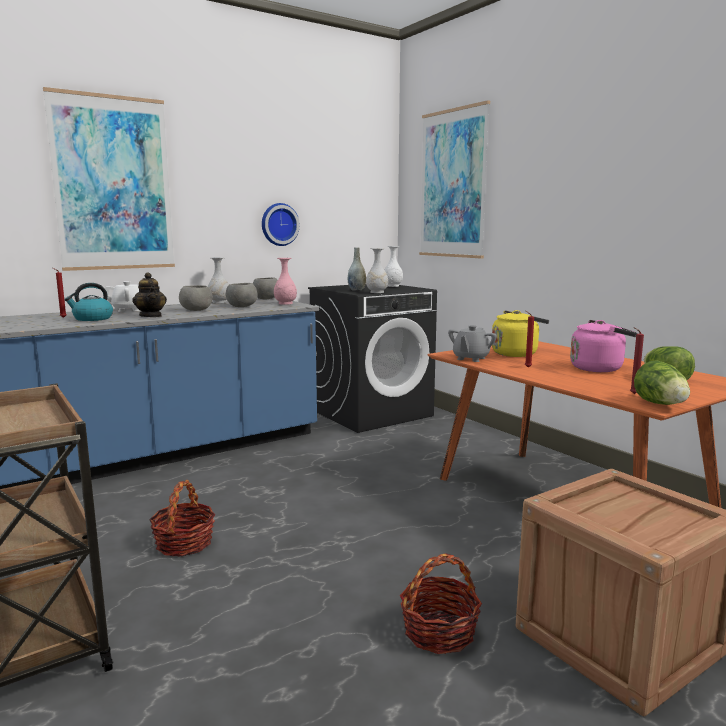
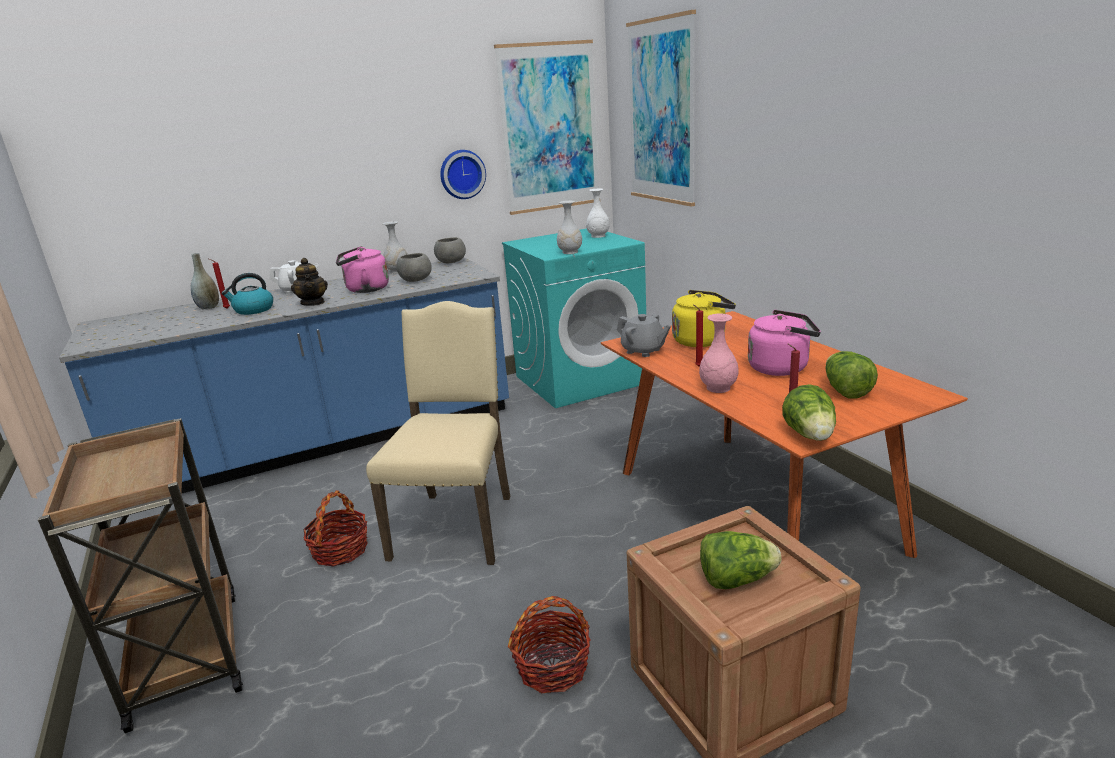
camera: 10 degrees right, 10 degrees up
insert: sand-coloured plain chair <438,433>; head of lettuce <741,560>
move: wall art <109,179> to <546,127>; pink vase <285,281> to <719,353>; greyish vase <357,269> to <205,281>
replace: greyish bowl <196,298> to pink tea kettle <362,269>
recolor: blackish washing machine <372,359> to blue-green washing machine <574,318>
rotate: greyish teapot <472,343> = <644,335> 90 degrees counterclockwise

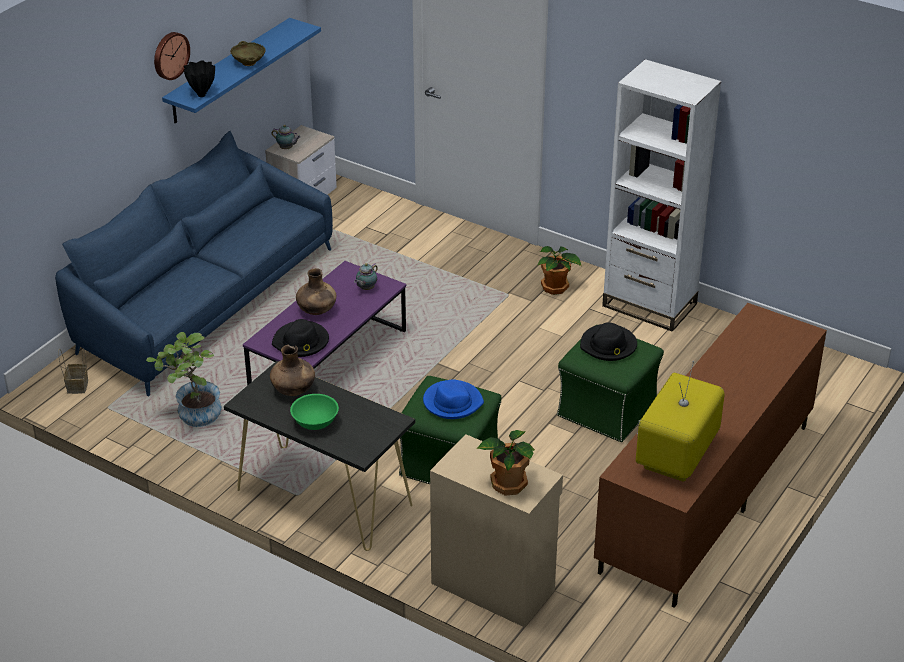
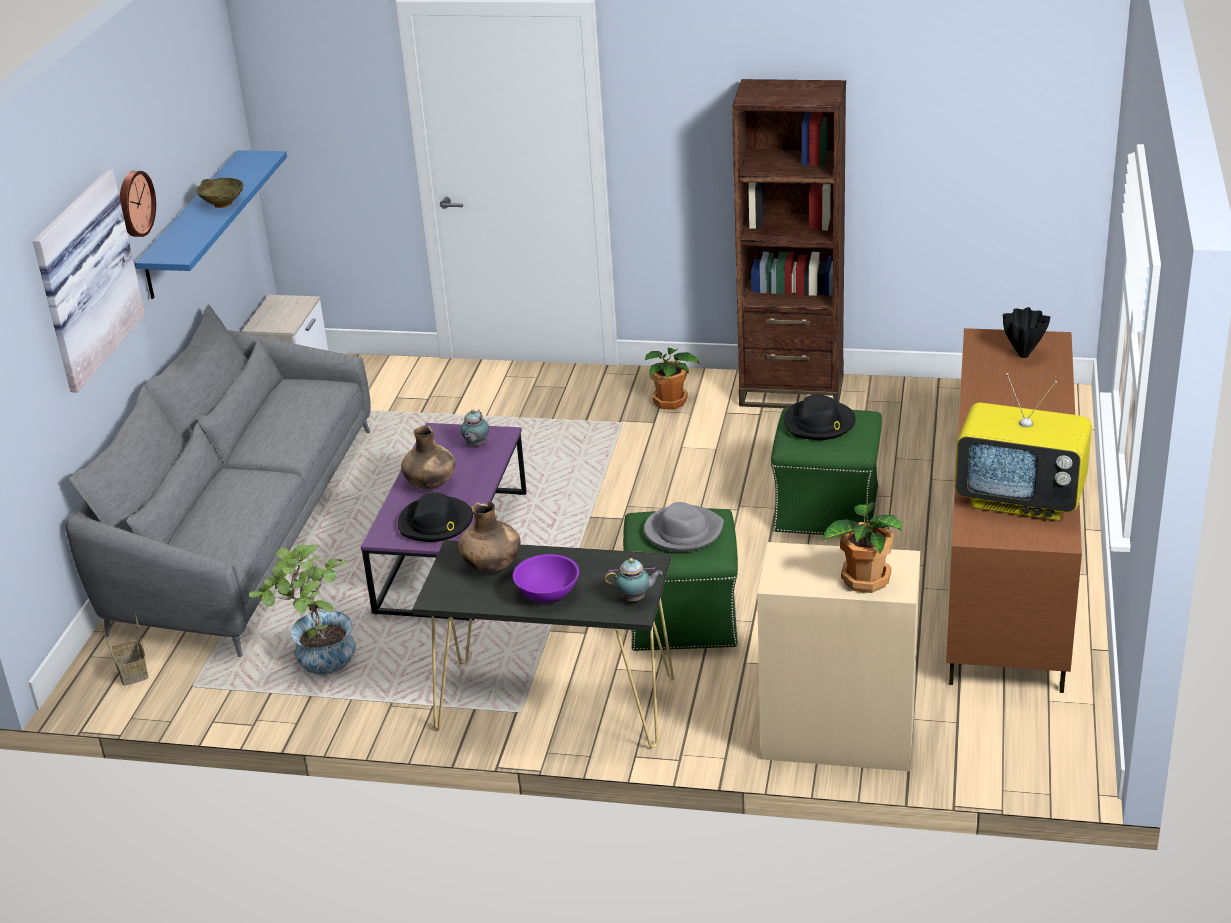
camera: 20 degrees left, 5 degrees down
insert: wall art <89,281>
move: blackish vase <199,78> to <1026,332>; teapot <286,137> to <633,579>
recolor: blue-coloured sofa <194,264> to greyish sofa <218,480>; green bowl <314,412> to purple bowl <546,578>; blue-coloured wearable hat <453,399> to greyish wearable hat <684,527>; whitish bookcase <661,195> to brown-coloured bookcase <789,243>
rotate: television <680,421> = <1023,447> 75 degrees counterclockwise

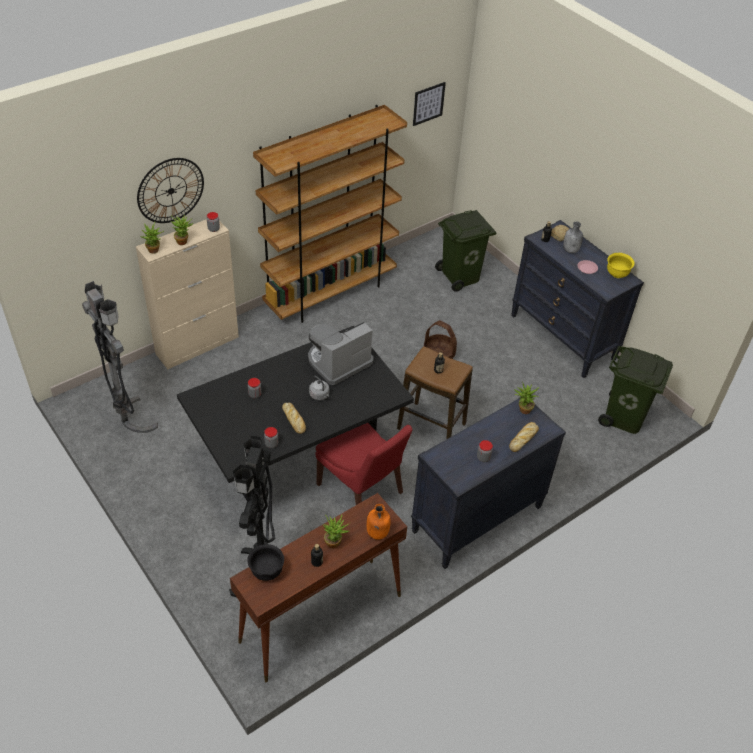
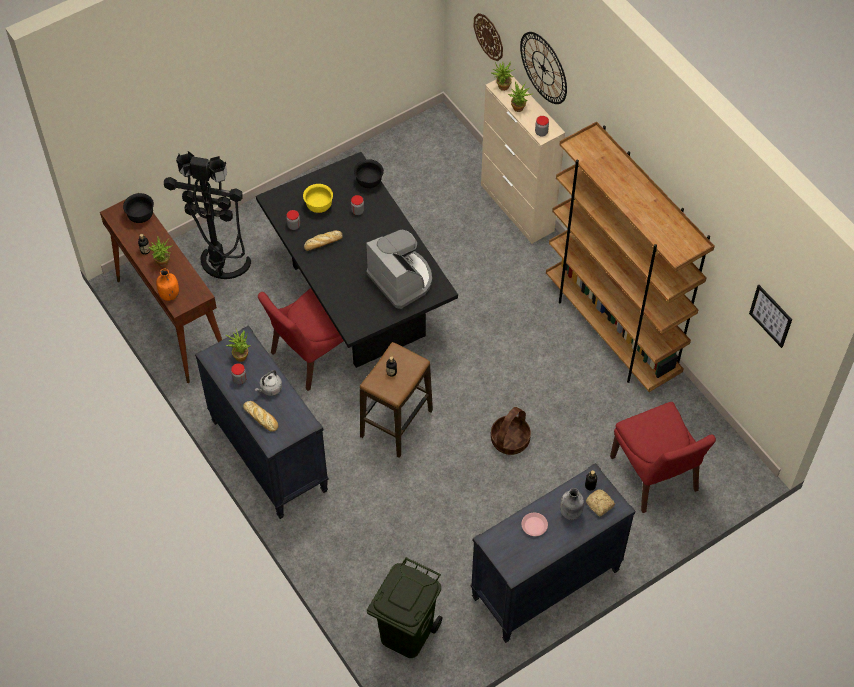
camera: 95 degrees right, 10 degrees up
delete: greyish standard lamp <120,357>
insert: blackish bowl <369,173>; wall clock <488,37>
move: greyish tea kettle <319,388> to <268,383>; plant in a pot <526,398> to <238,345>; yellow-coloured bowl <621,265> to <318,198>
replace: green rubbish bin <466,251> to red-coloured plain chair <663,457>

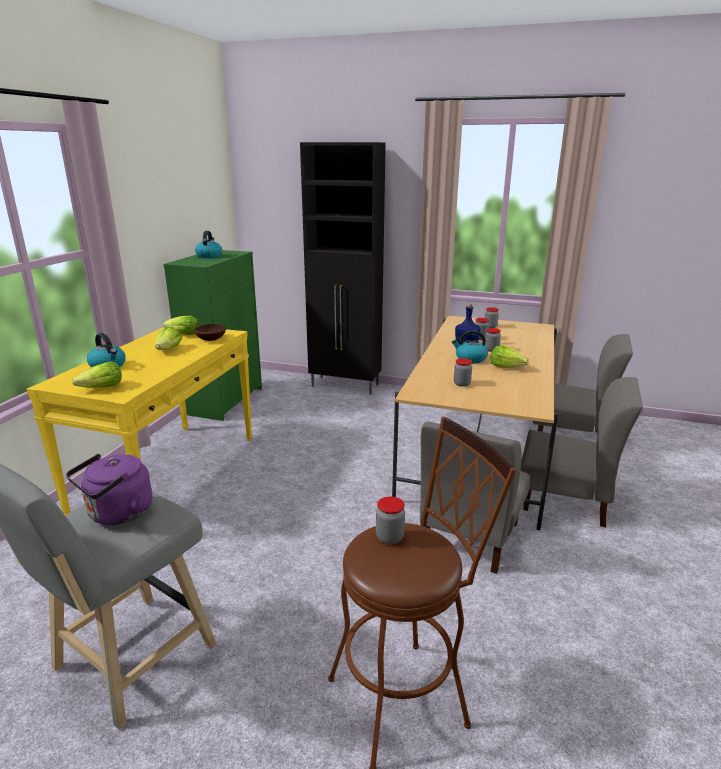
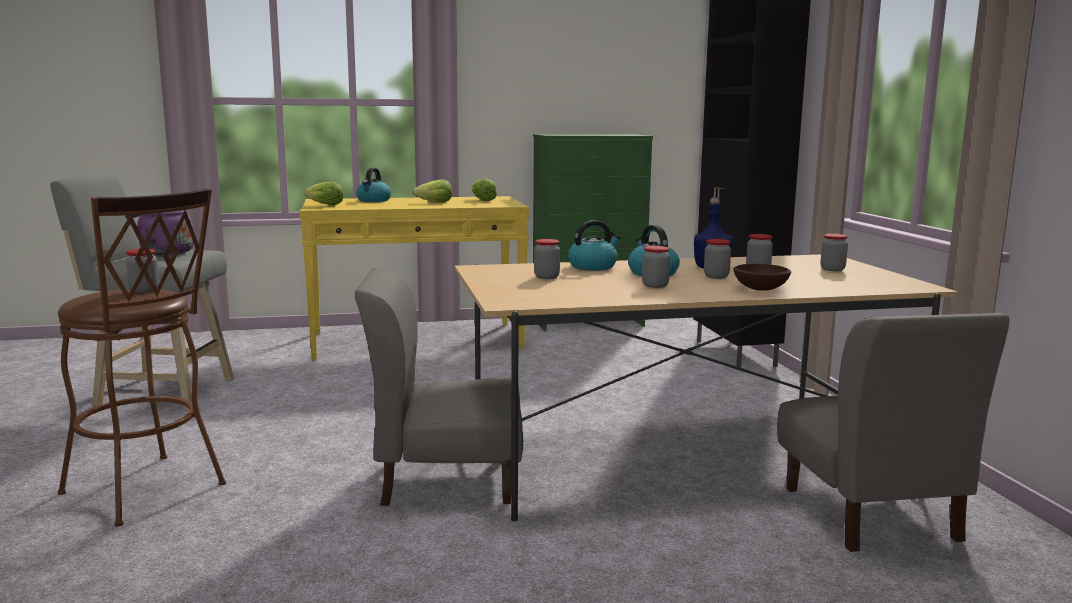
camera: 60 degrees right, 10 degrees down
delete: greyish plain chair <581,452>
move: brown-coloured bowl <210,332> to <762,277>; tea kettle <208,244> to <594,245>
replace: head of lettuce <509,356> to jar <656,267>

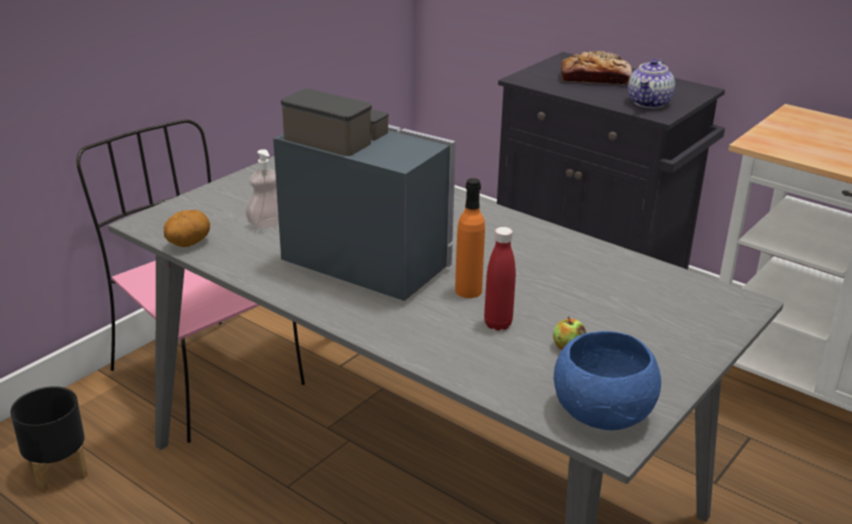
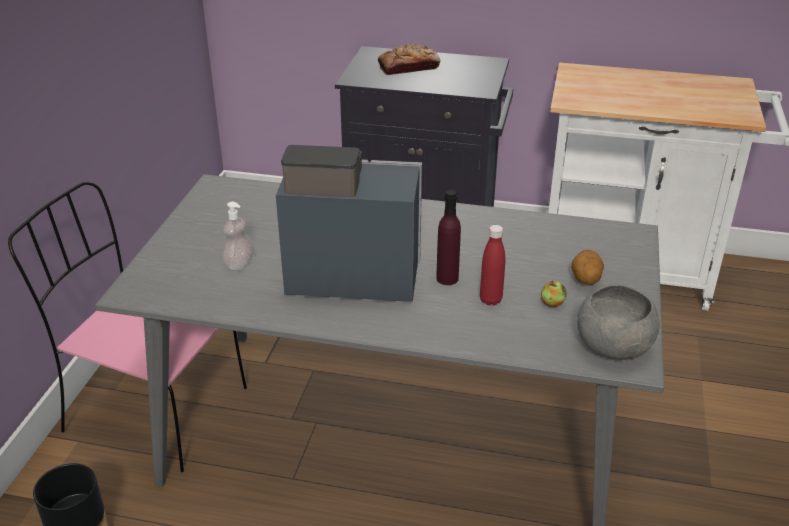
camera: 25 degrees left, 5 degrees up
delete: teapot <651,83>
move: potato <187,228> to <587,267>
recolor: orange-coloured beverage bottle <470,238> to purple beverage bottle <448,237>; blue-coloured bowl <607,380> to greyish bowl <618,322>

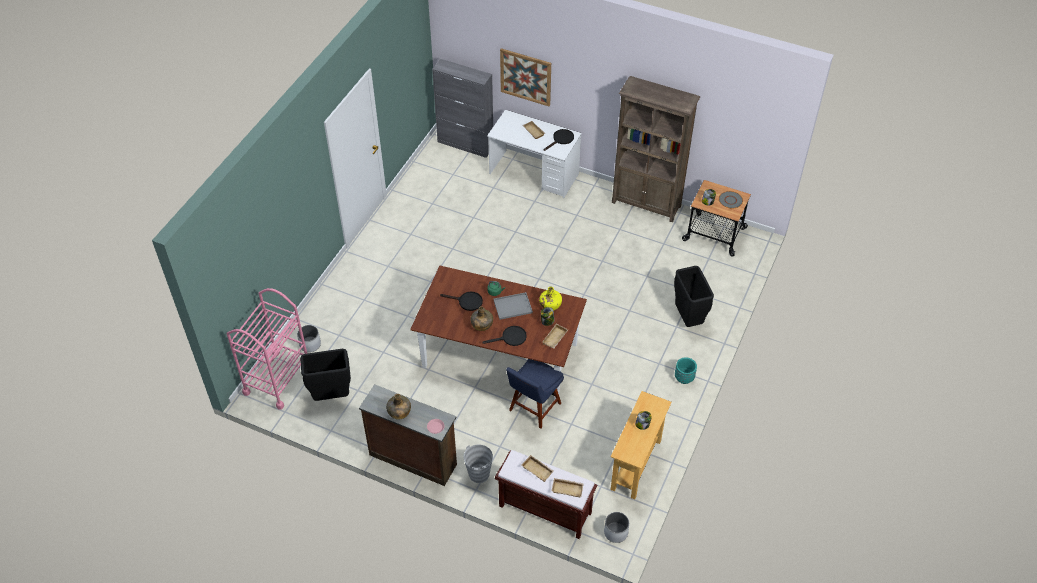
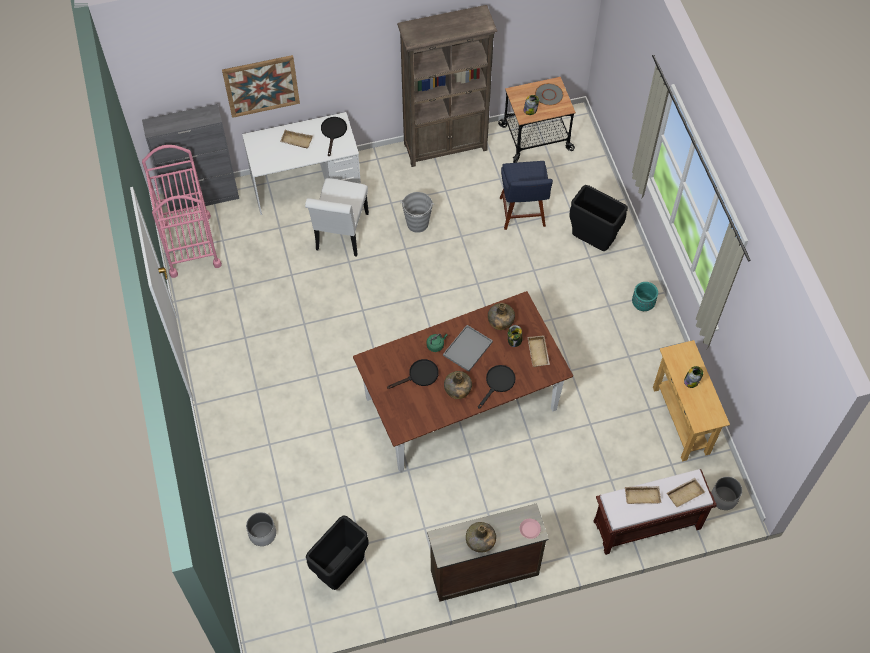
camera: 40 degrees left, 10 degrees up
insert: whitish plain chair <337,217>
move: pink trolley <267,349> to <182,211>; greyish bucket <478,463> to <417,212>; blue-coloured plain chair <535,394> to <526,195>
recolor: yellow-coloured beverage bottle <550,298> to green beverage bottle <501,316>

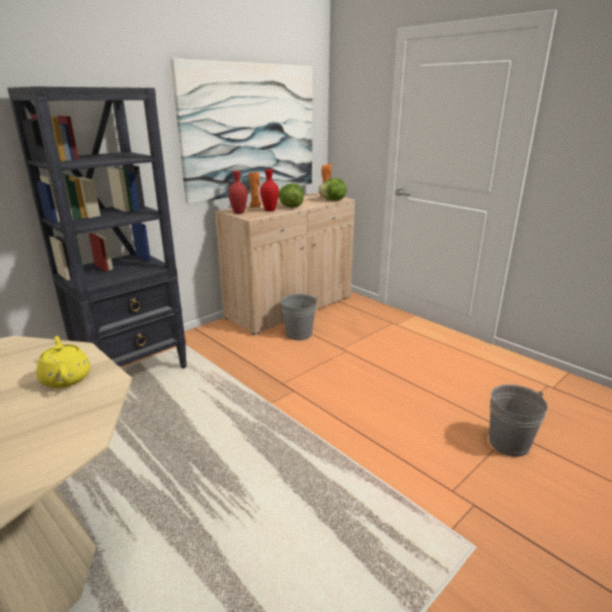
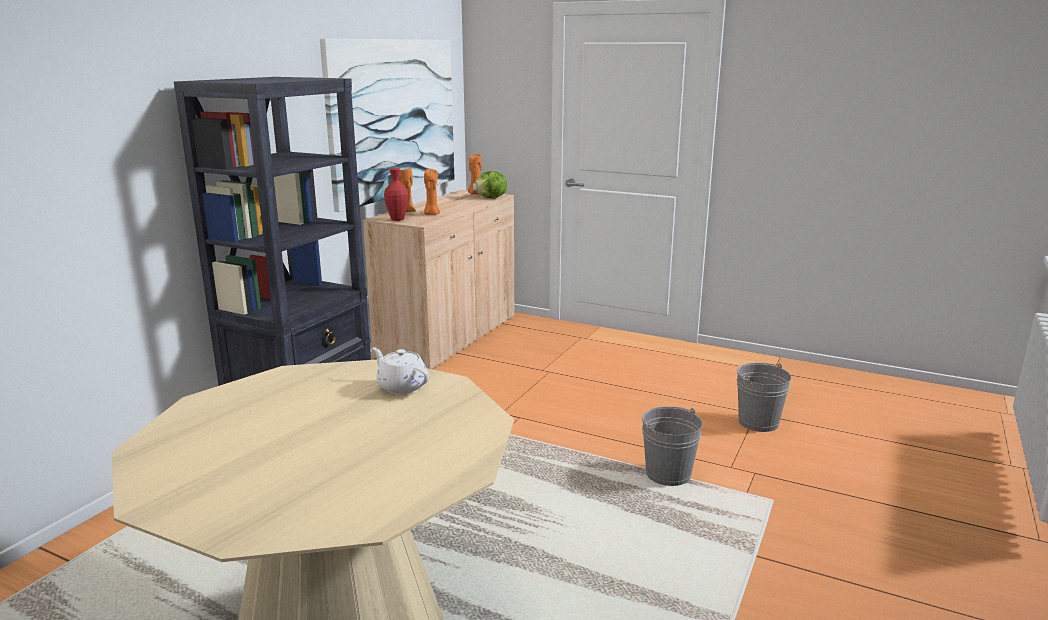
camera: 20 degrees left, 5 degrees down
delete: head of lettuce <291,195>
move: greyish bucket <298,317> to <672,446>
replace: red-coloured vase <269,190> to orange-coloured wax candle <432,192>
recolor: yellow-coloured teapot <63,362> to whitish teapot <401,371>

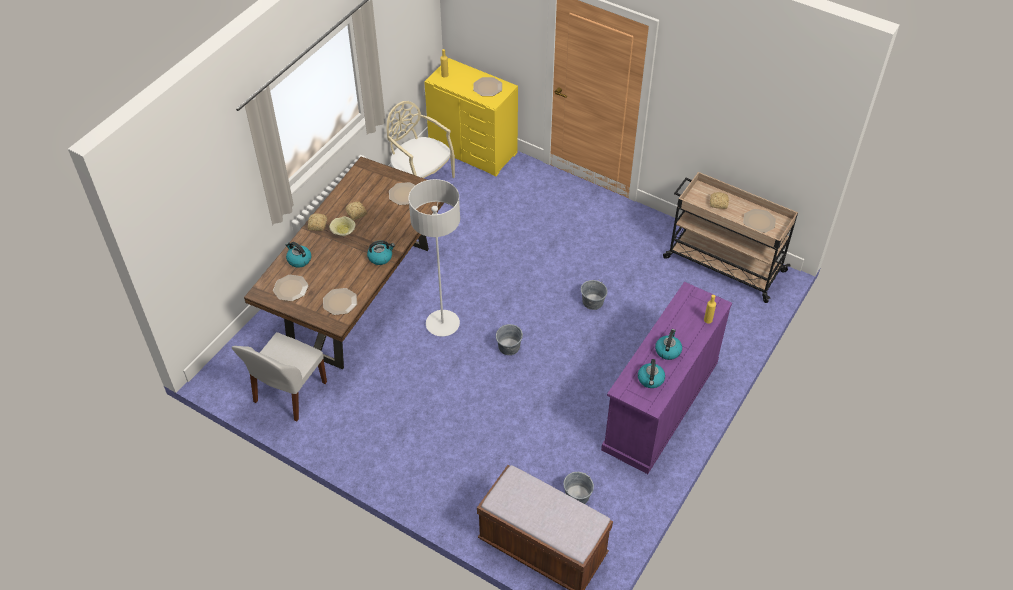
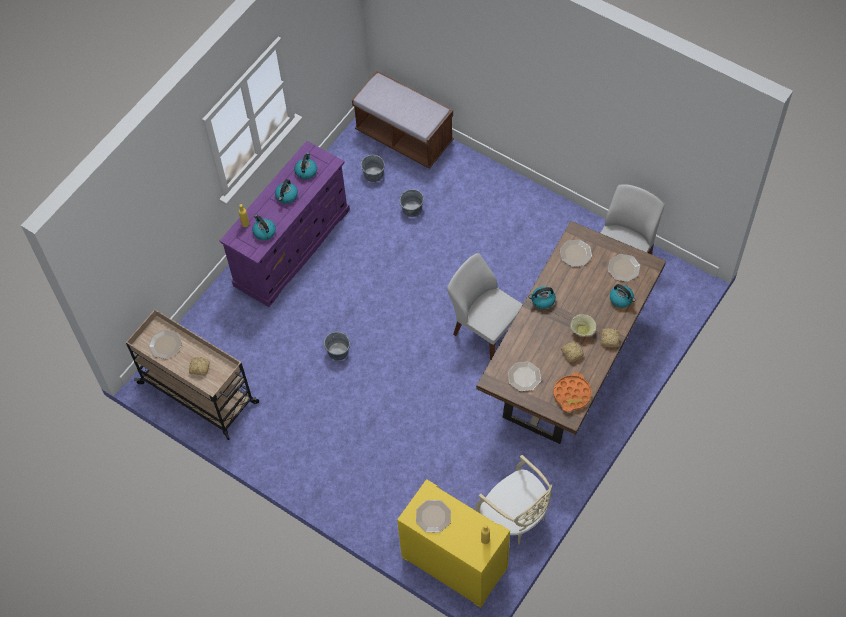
camera: 175 degrees left, 10 degrees up
insert: tea kettle <264,227>; orange-coloured tray <573,392>
move: greyish bucket <509,339> to <411,203>
replace: greyish standard lamp <434,258> to whitish plain chair <485,306>

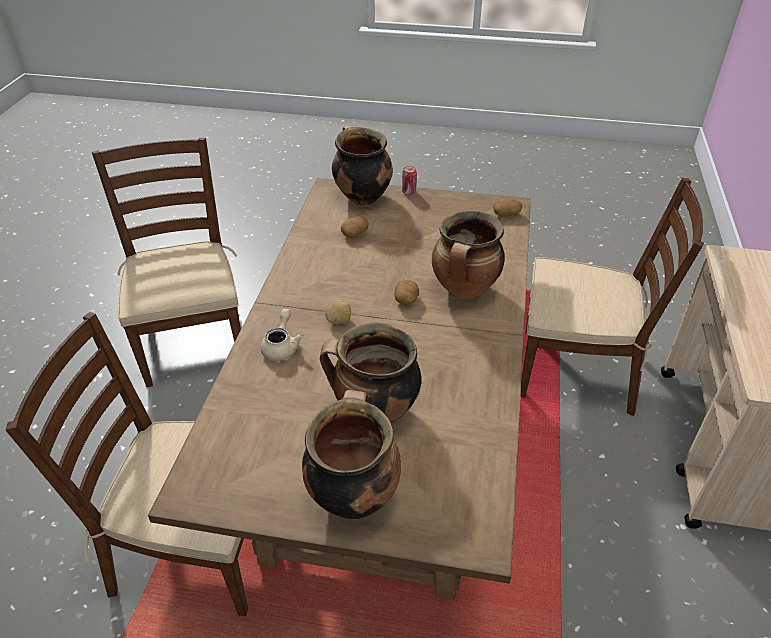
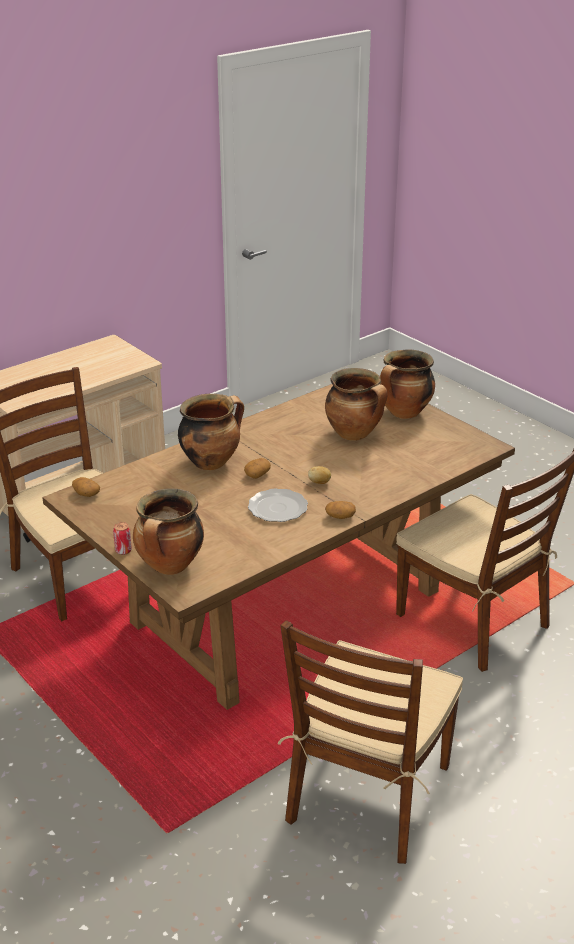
camera: 140 degrees left, 10 degrees down
delete: sand-coloured teapot <282,335>
insert: plate <278,505>
move: potato <355,227> to <340,510>

